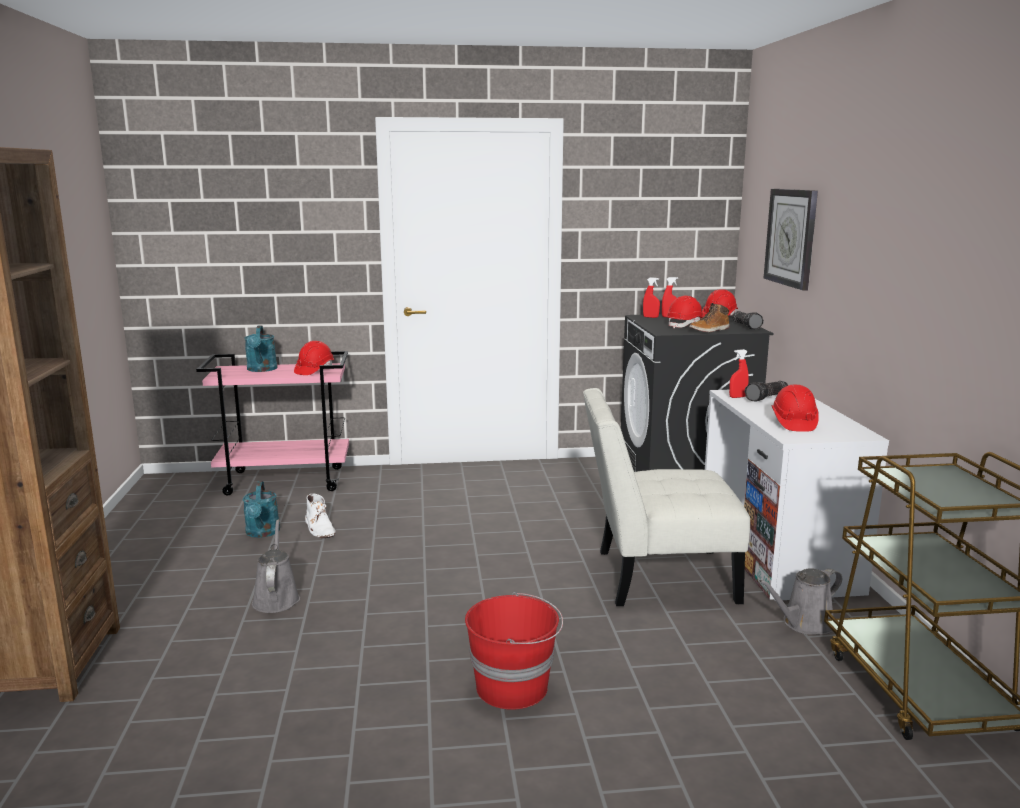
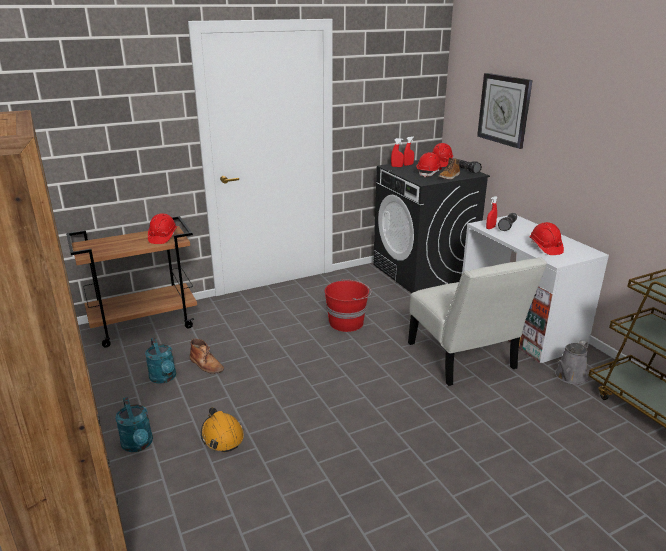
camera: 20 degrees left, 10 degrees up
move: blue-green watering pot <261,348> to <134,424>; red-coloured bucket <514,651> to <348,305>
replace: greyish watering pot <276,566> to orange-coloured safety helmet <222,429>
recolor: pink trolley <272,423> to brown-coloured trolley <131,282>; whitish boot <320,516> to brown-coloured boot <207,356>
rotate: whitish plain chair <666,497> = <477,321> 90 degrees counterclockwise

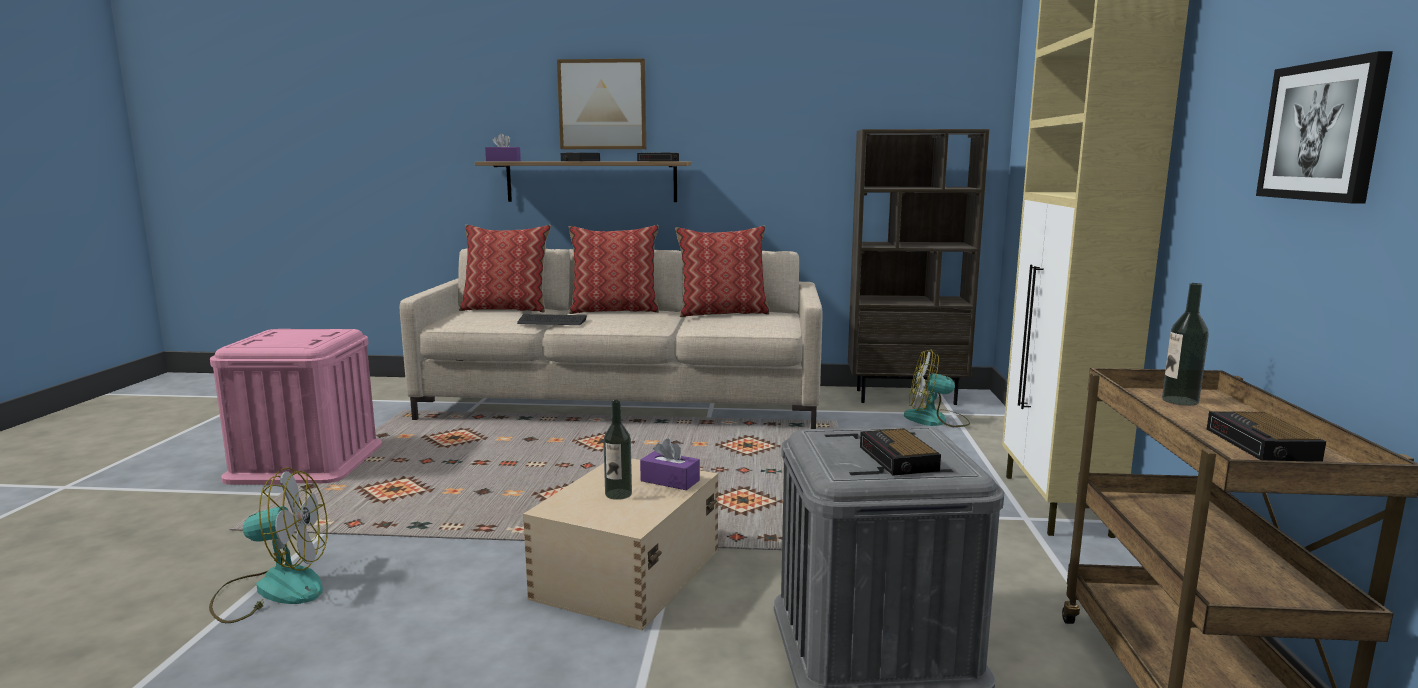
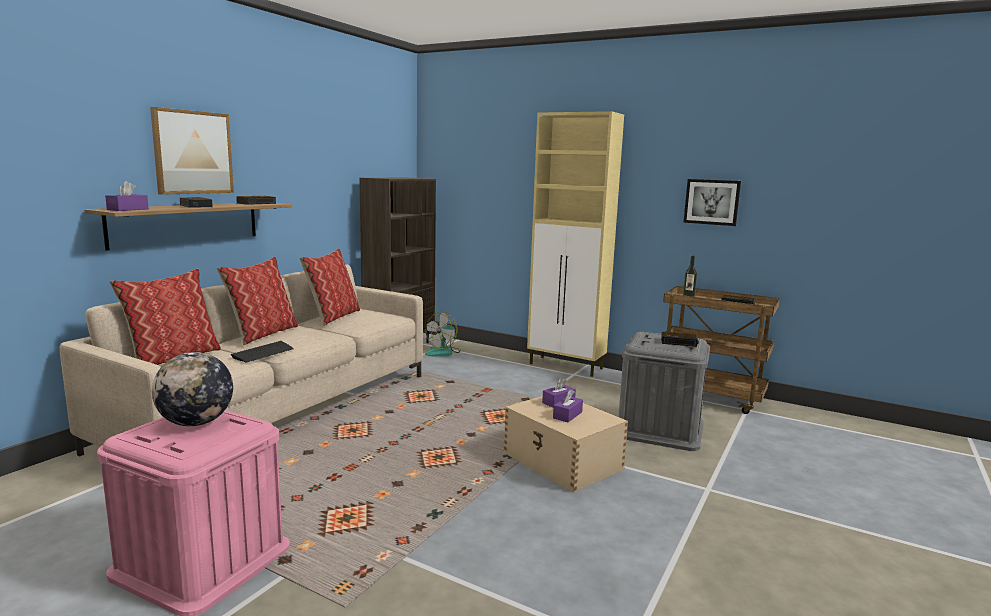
camera: 65 degrees left, 0 degrees up
delete: cooling fan <268,545>
insert: desk globe <192,389>
replace: beverage bottle <617,450> to purple tissue box <568,406>

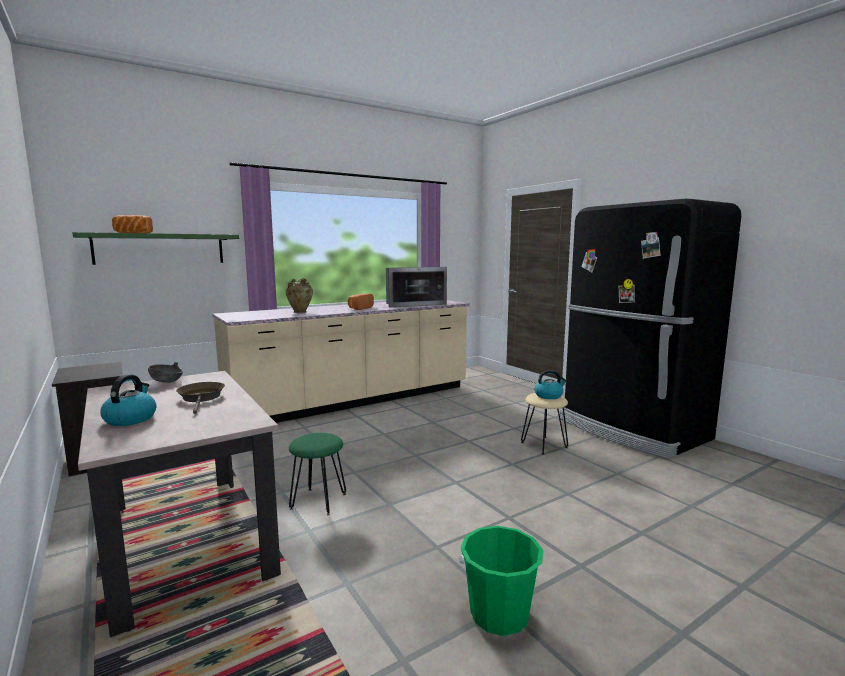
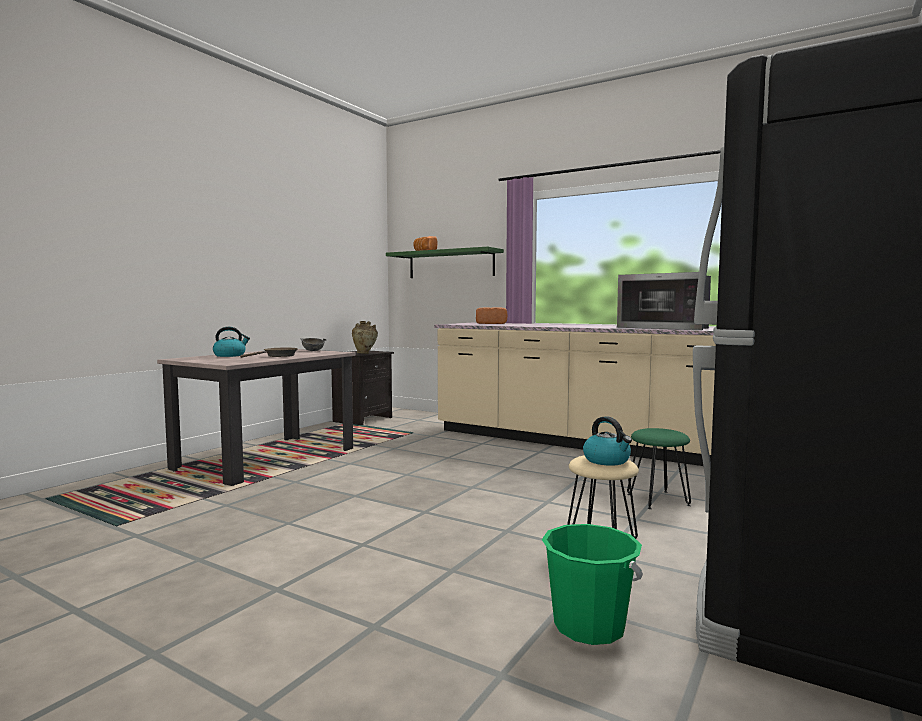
camera: 65 degrees right, 5 degrees down
move: sand-coloured vase <299,295> to <365,337>; green sitting stool <317,474> to <659,468>; bread <360,301> to <491,315>; green bucket <501,581> to <592,584>

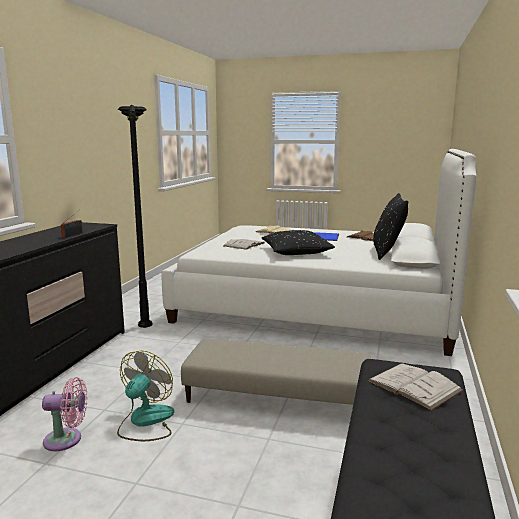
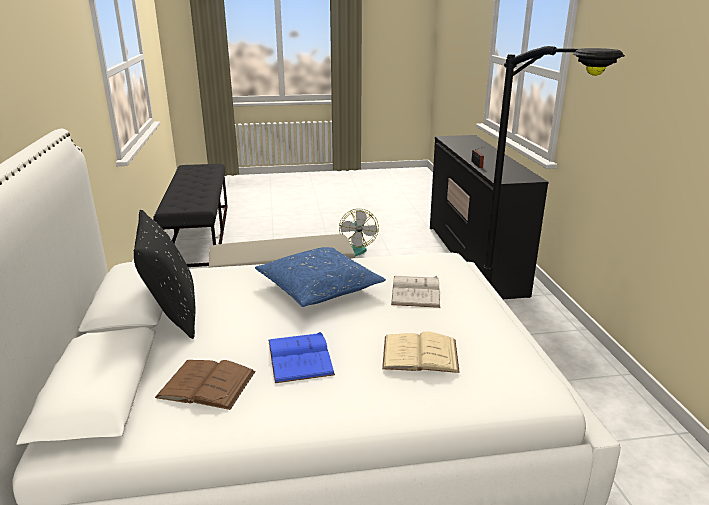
camera: 155 degrees right, 10 degrees up
delete: pink cooling fan <64,414>; whitish book <415,387>
recolor: blackish pillow <298,242> to blue-coloured pillow <320,277>

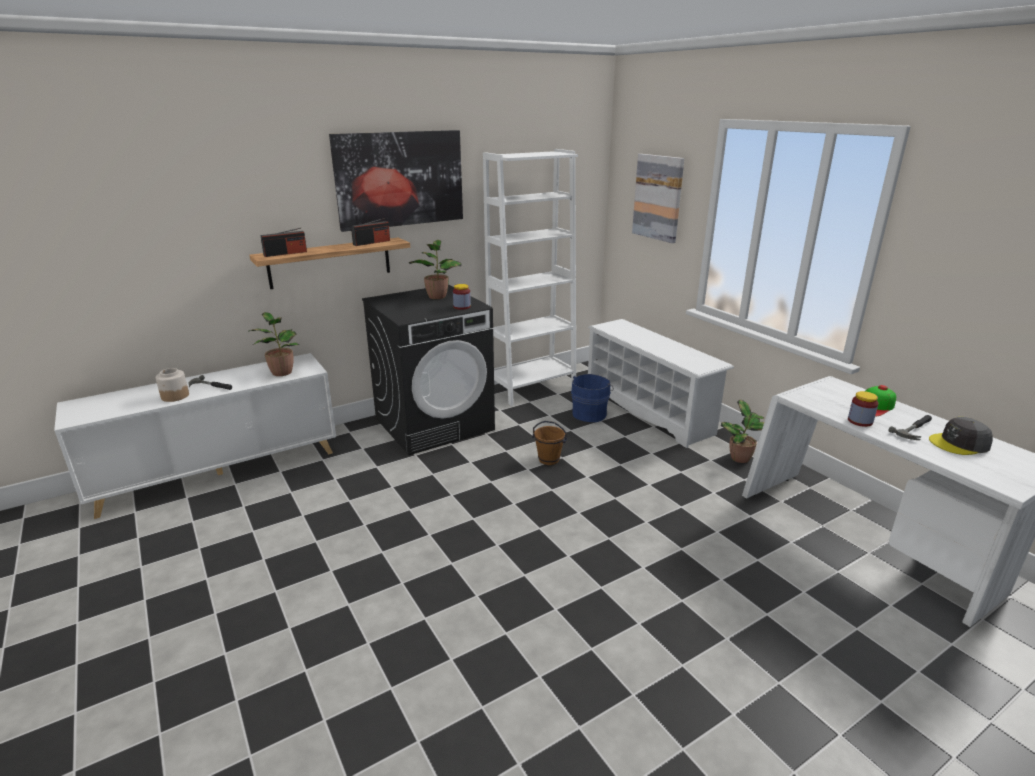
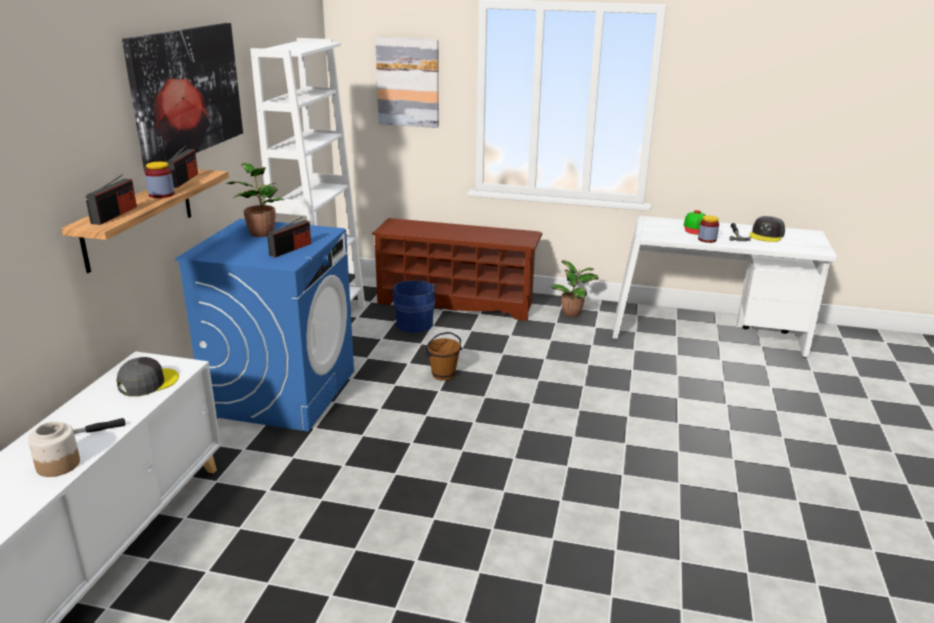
camera: 45 degrees left, 0 degrees up
insert: radio receiver <289,237>
move: jar <462,297> to <160,180>
replace: plant in a pot <273,344> to greyish baseball cap <148,377>
recolor: blackish washing machine <428,370> to blue-coloured washing machine <264,325>; whitish shoe stand <661,383> to brown-coloured shoe stand <456,269>

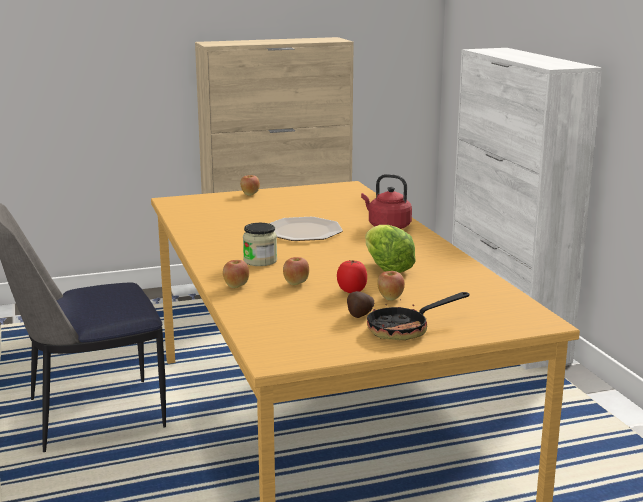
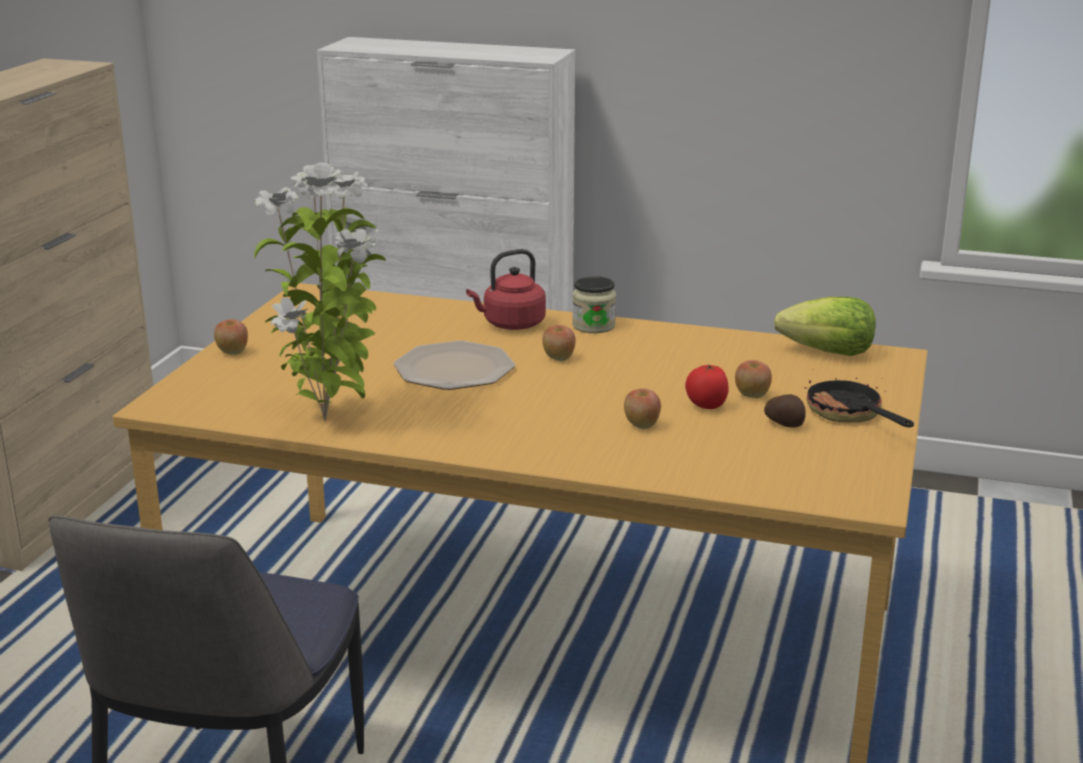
camera: 55 degrees left, 5 degrees up
insert: plant in a pot <320,292>
move: apple fruit <236,274> to <559,343>; jar <260,244> to <594,304>; head of lettuce <390,249> to <825,326>
rotate: pan <418,316> = <859,402> 150 degrees clockwise

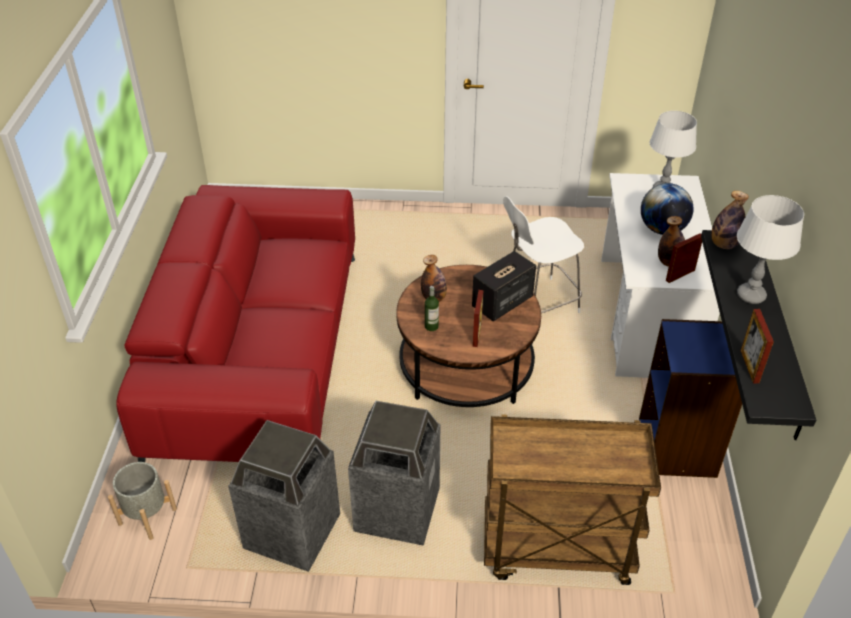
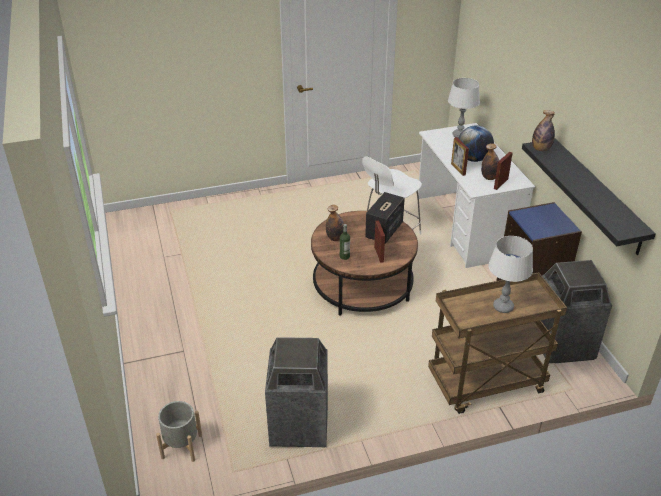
camera: 20 degrees left, 5 degrees down
delete: red-coloured sofa <235,323>
move: rubbish bin <394,473> to <576,311>; whitish table lamp <770,249> to <510,274>; picture frame <757,346> to <460,156>

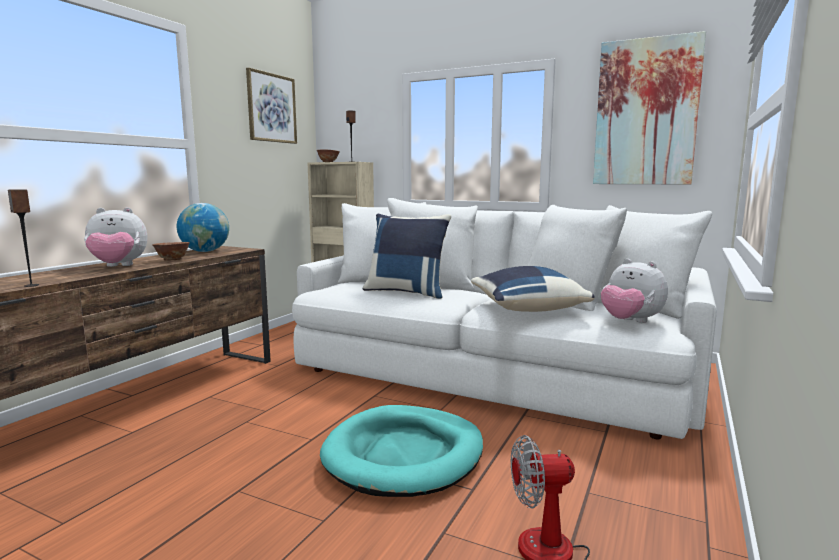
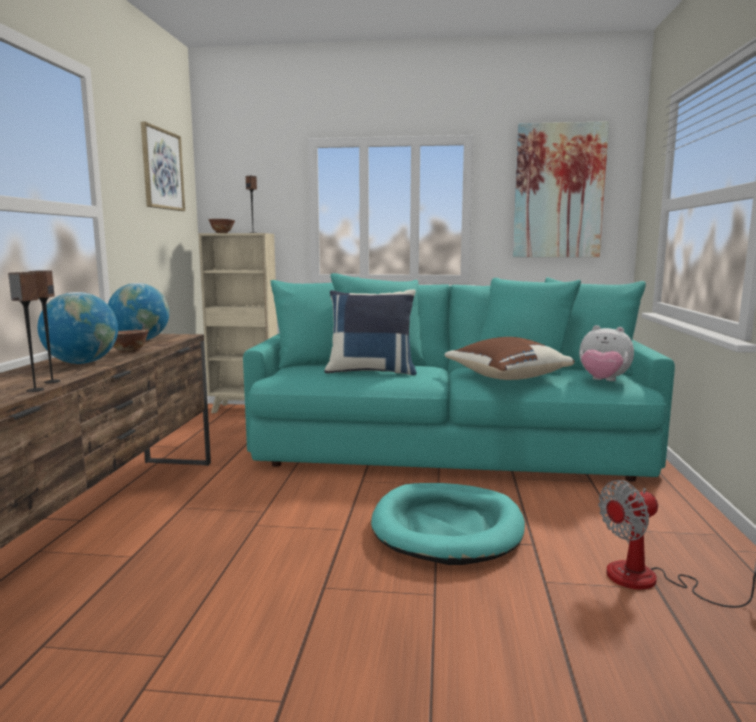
camera: 20 degrees left, 0 degrees up
insert: audio speaker <44,327>
replace: cuddly toy <115,237> to desk globe <78,328>
recolor: whitish sofa <504,318> to blue-green sofa <459,377>; blue-coloured pillow <533,289> to brown-coloured pillow <509,358>

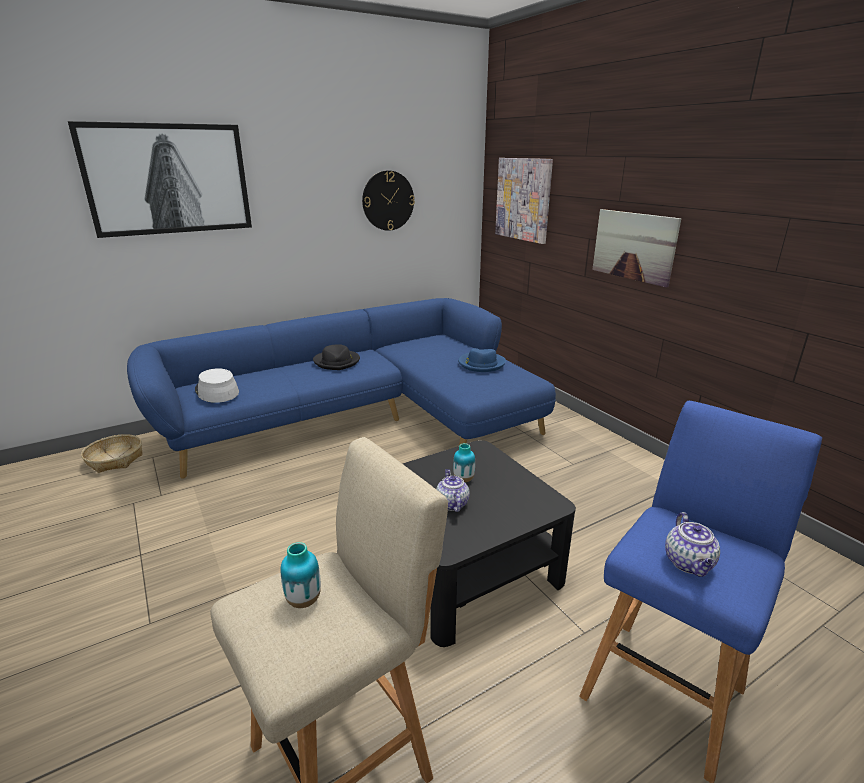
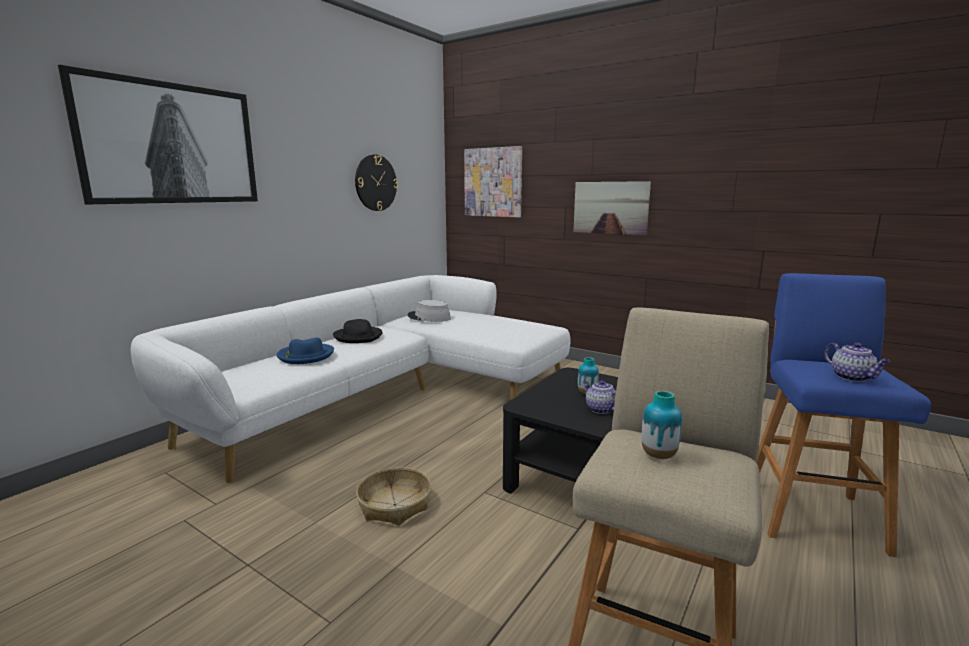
camera: 25 degrees left, 10 degrees down
move: storage basket <112,453> to <393,496>; greyish wearable hat <217,385> to <429,311>; blue-coloured wearable hat <482,360> to <305,351>
recolor: blue-coloured sofa <341,388> to whitish sofa <350,379>

